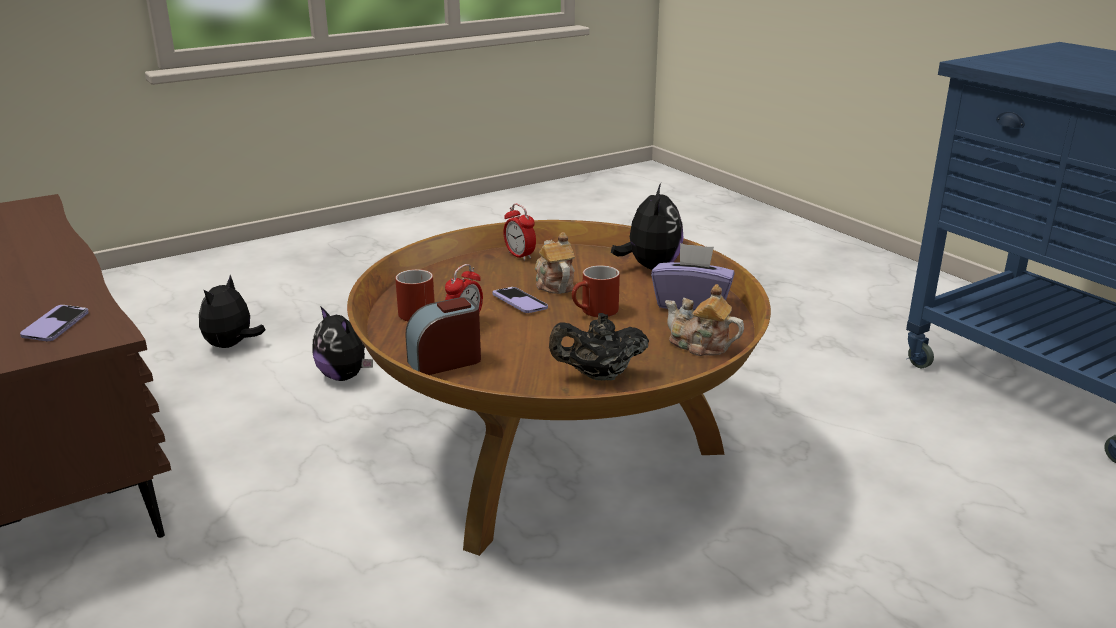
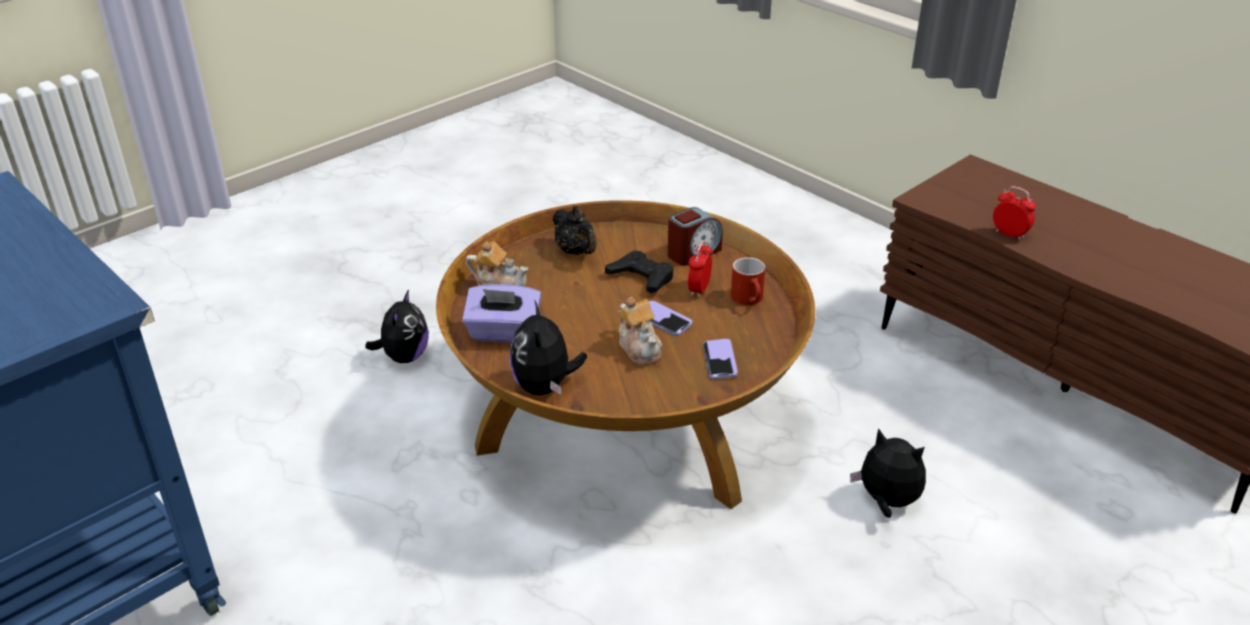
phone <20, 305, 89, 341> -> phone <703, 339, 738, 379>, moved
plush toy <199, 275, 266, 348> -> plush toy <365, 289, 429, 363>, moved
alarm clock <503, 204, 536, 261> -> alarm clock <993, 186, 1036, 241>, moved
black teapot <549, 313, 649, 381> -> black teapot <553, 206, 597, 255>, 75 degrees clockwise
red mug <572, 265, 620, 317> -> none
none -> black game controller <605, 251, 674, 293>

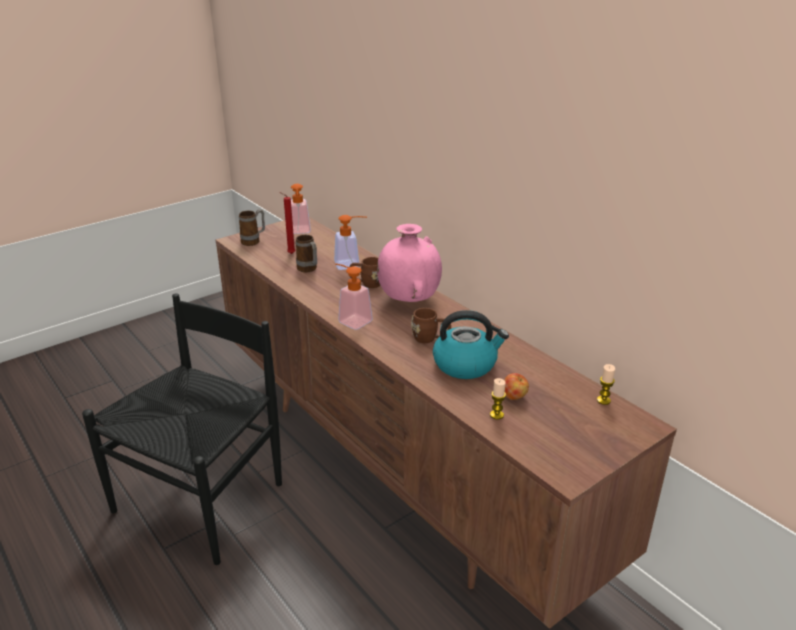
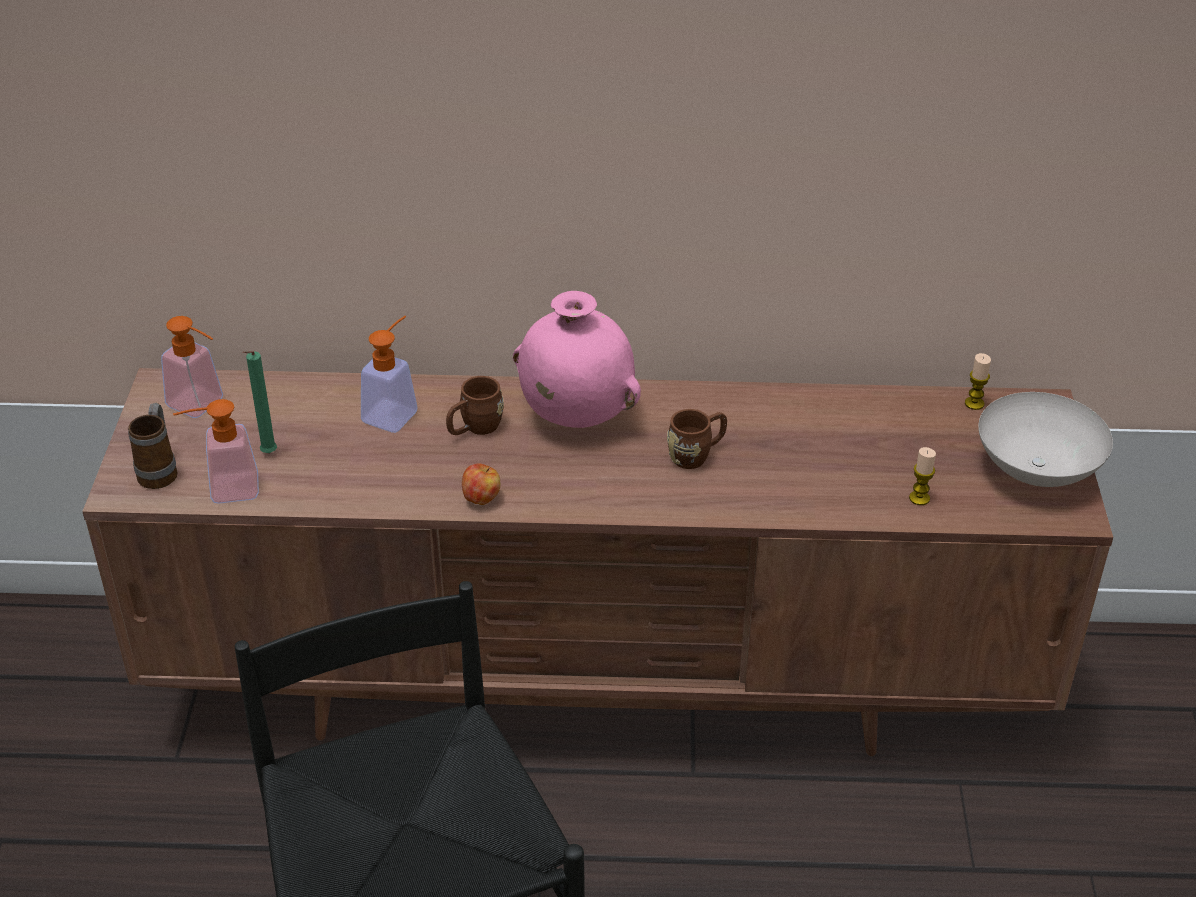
red candle <279, 192, 296, 254> -> green candle <243, 351, 277, 453>
mug <296, 235, 317, 272> -> none
soap dispenser <335, 263, 373, 330> -> soap dispenser <173, 399, 259, 504>, moved
kettle <433, 310, 509, 379> -> none
apple <504, 373, 529, 400> -> apple <462, 463, 500, 505>, moved
none -> white bowl <978, 392, 1113, 487>

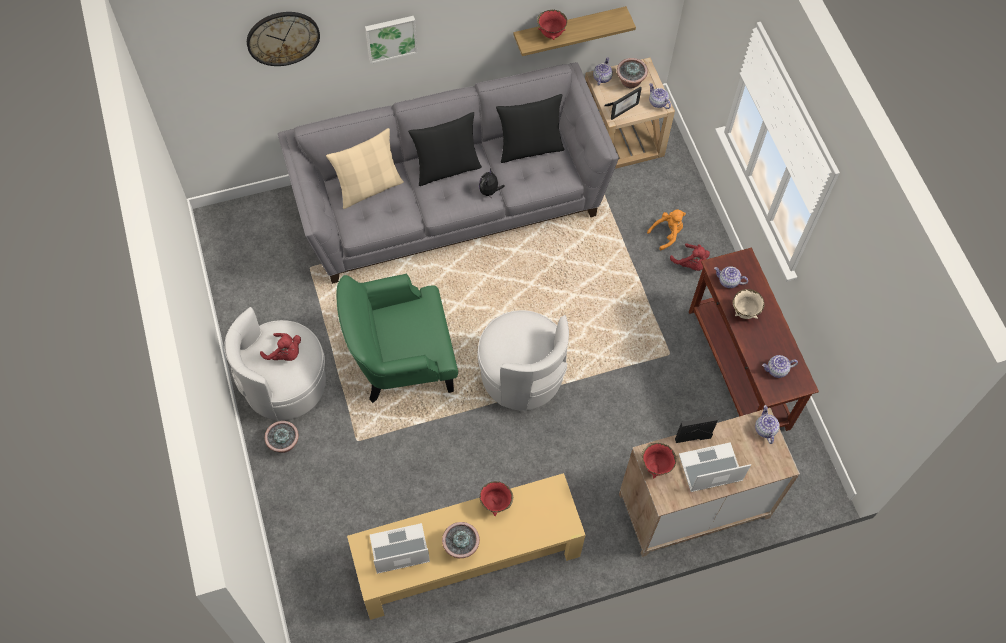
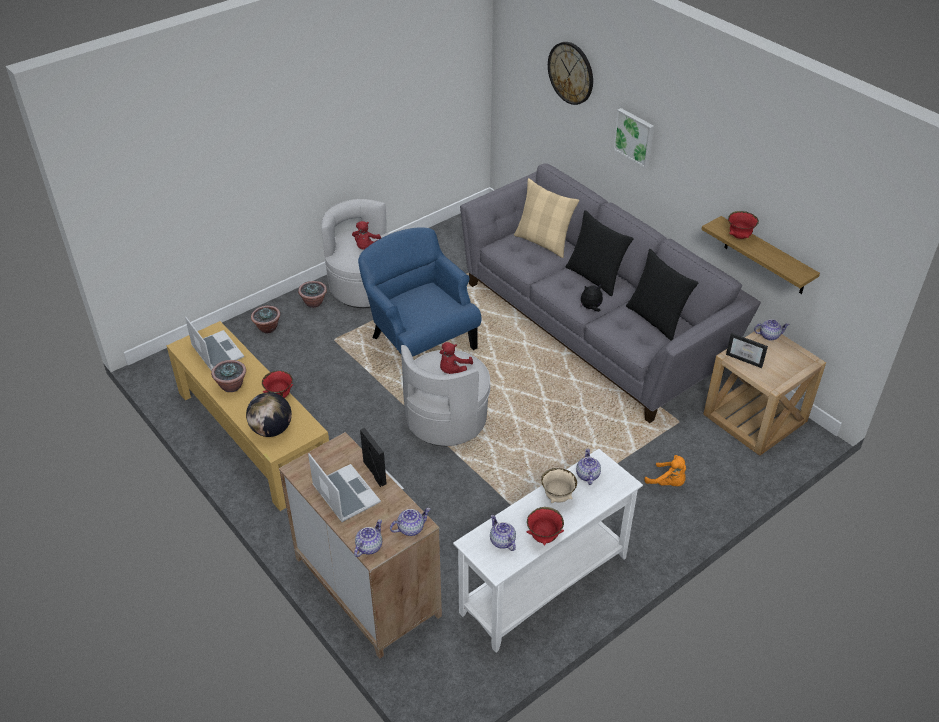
green armchair <337, 273, 458, 403> -> blue armchair <358, 227, 481, 357>
potted plant <617, 58, 648, 88> -> potted plant <251, 306, 280, 333>, moved
red bowl <642, 443, 677, 478> -> red bowl <526, 507, 564, 546>, moved
teapot <649, 83, 671, 109> -> teapot <354, 519, 382, 557>, moved
red plush toy <670, 244, 710, 271> -> red plush toy <440, 342, 473, 374>, moved
brown console table <689, 248, 819, 431> -> white console table <453, 449, 643, 653>
none -> globe <246, 392, 292, 437>

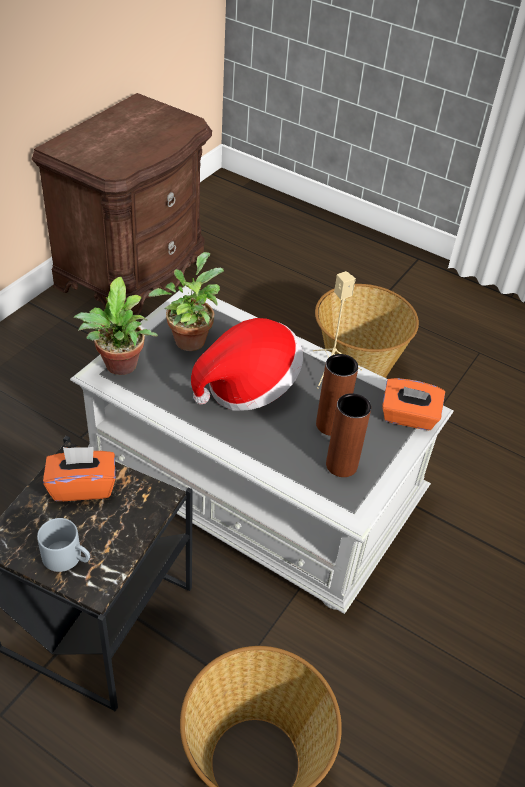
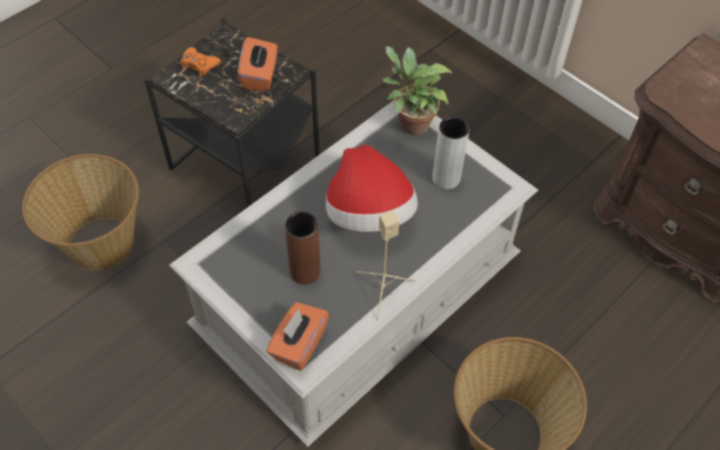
grey mug <37, 518, 90, 572> -> orange game controller <181, 47, 221, 77>
potted plant <149, 252, 224, 351> -> grey vase <432, 117, 470, 189>
brown vase <326, 393, 371, 477> -> none

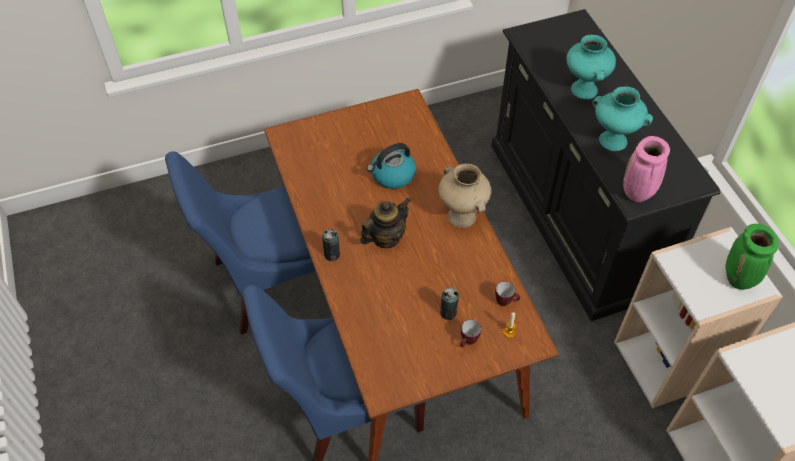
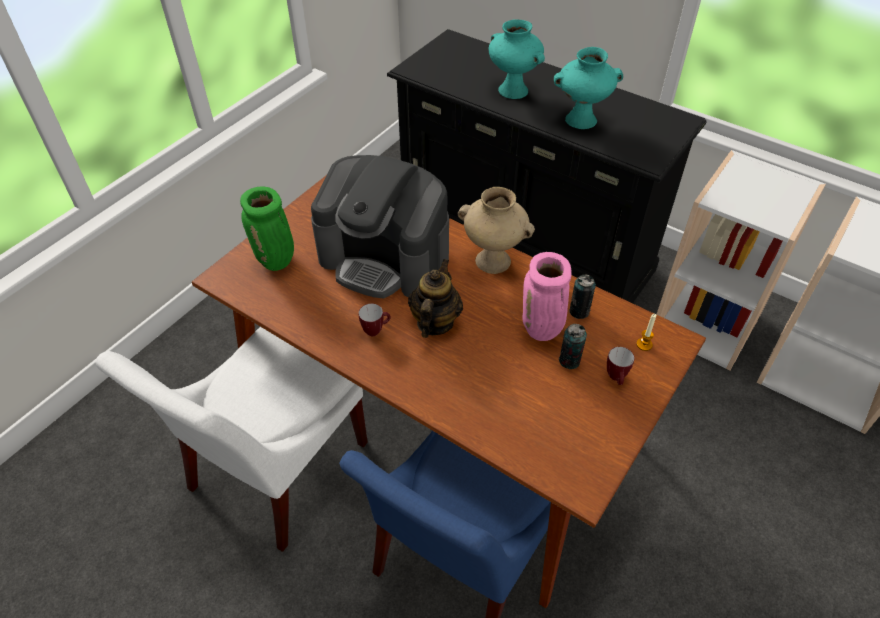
blue chair <165, 151, 315, 335> -> white chair <95, 327, 368, 552>
can <322, 229, 340, 261> -> can <569, 275, 596, 319>, moved
kettle <367, 143, 416, 189> -> coffee machine <311, 155, 449, 299>
mug <495, 281, 520, 306> -> mug <358, 303, 391, 336>, moved
pink vase <623, 136, 670, 202> -> pink vase <522, 252, 572, 341>, moved
green vase <725, 224, 778, 290> -> green vase <240, 187, 294, 271>, moved

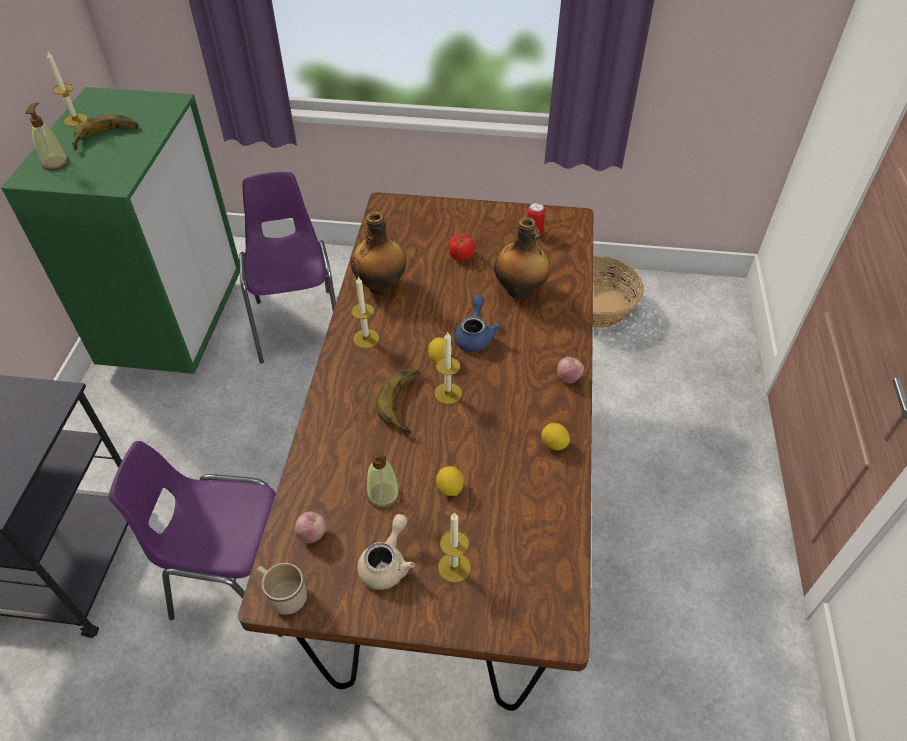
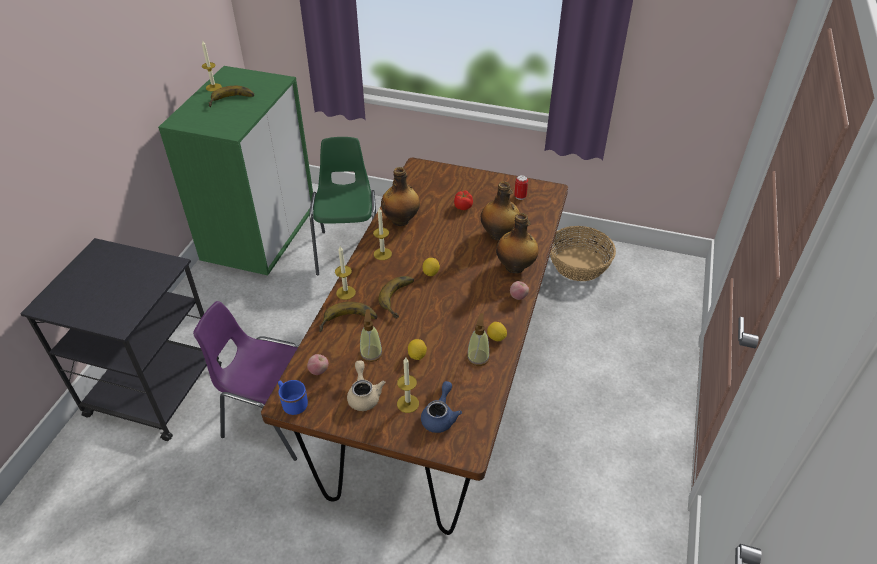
soap dispenser <25, 103, 69, 170> -> soap dispenser <467, 313, 490, 366>, moved
purple chair <239, 172, 336, 364> -> green chair <309, 137, 376, 275>
beige mug <257, 563, 307, 615> -> blue mug <278, 380, 308, 415>
beige teapot <357, 514, 415, 590> -> beige teapot <347, 360, 385, 411>, 45 degrees counterclockwise
candle <434, 331, 462, 404> -> candle <335, 246, 356, 300>, moved
blue teapot <454, 295, 502, 352> -> blue teapot <421, 381, 462, 433>, moved
none -> banana <319, 302, 378, 332>
none -> bottle <496, 213, 539, 274>

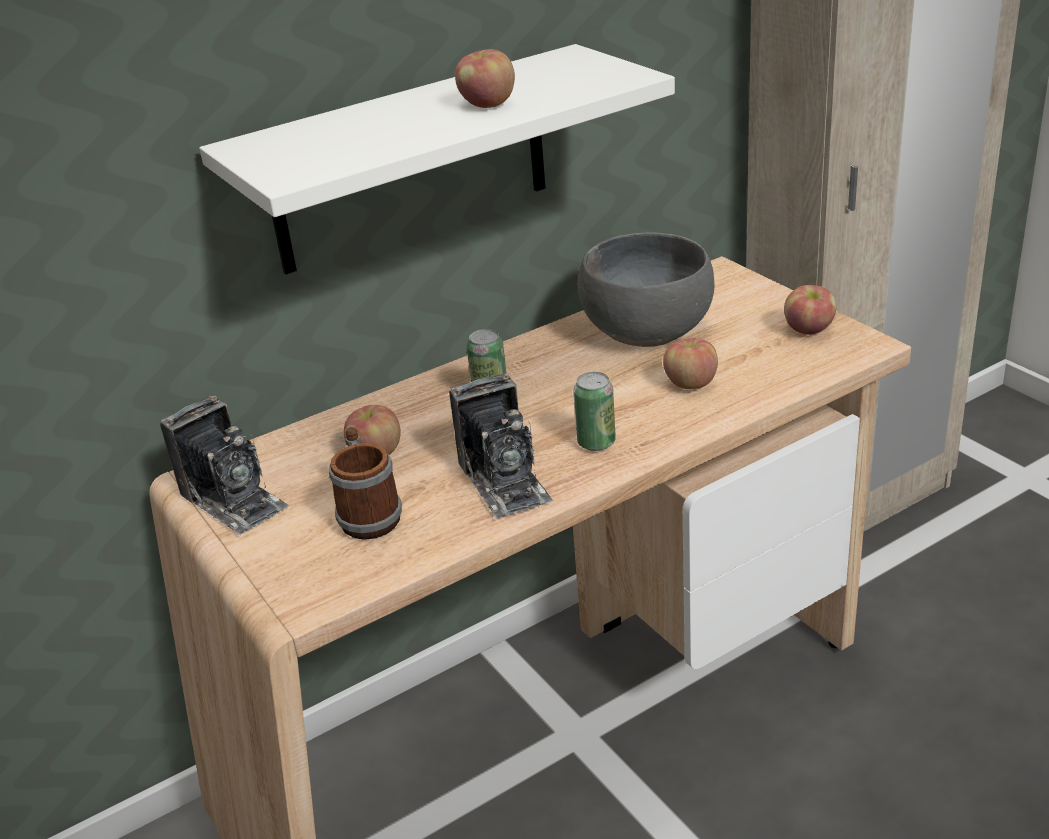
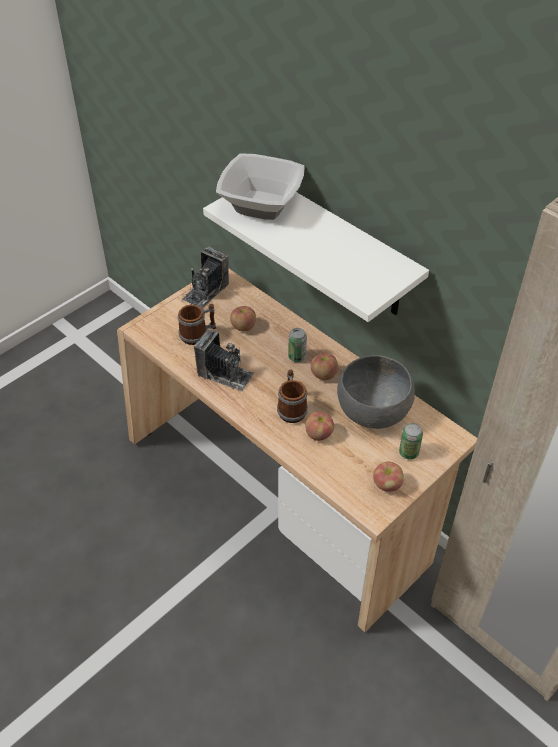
photo camera <449, 374, 553, 519> -> photo camera <194, 329, 254, 391>, 120 degrees counterclockwise
apple <455, 49, 515, 108> -> apple <311, 353, 338, 380>, moved
can <573, 372, 616, 451> -> can <399, 423, 423, 460>, moved
none -> bowl <216, 153, 305, 220>
none -> mug <277, 369, 308, 423>

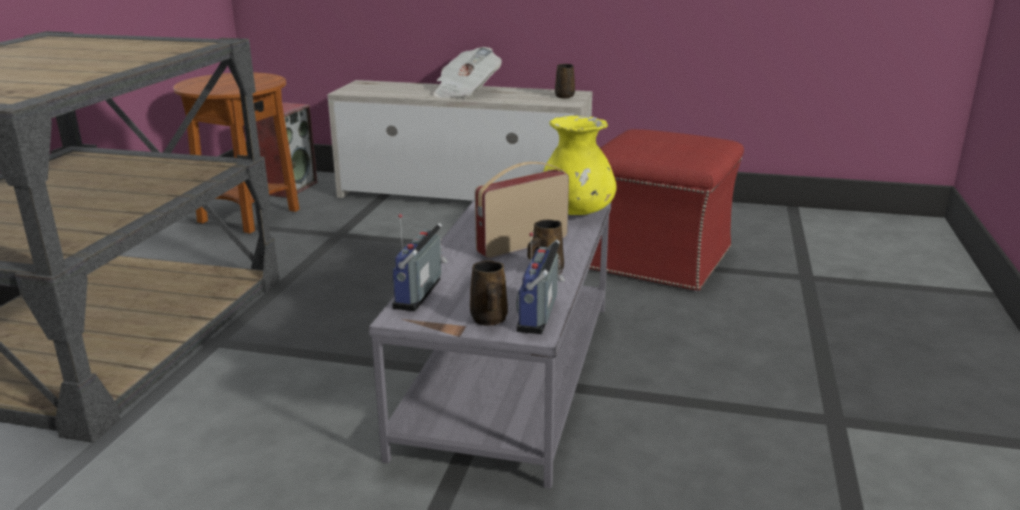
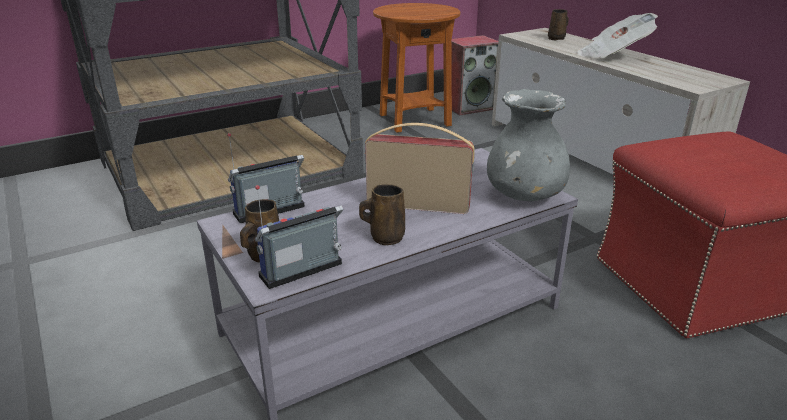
yellow vase <543, 116, 617, 215> -> grey vase <487, 89, 570, 201>
brown mug <555, 64, 575, 99> -> brown mug <548, 9, 569, 40>, moved

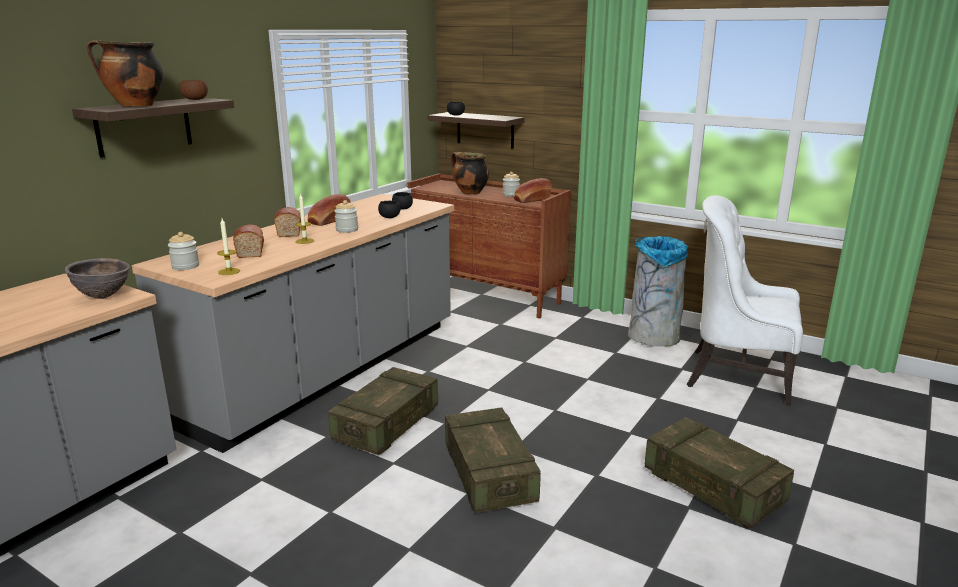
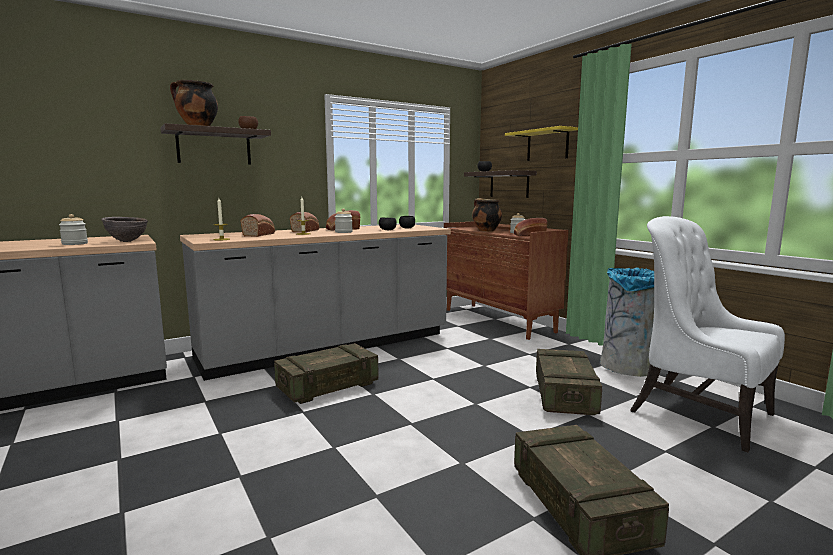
jar <168, 232, 199, 270> -> jar <59, 214, 88, 245>, moved
crate <445, 407, 541, 513> -> crate <536, 349, 602, 415>, moved
none -> yellow shelf <505, 126, 578, 161>

